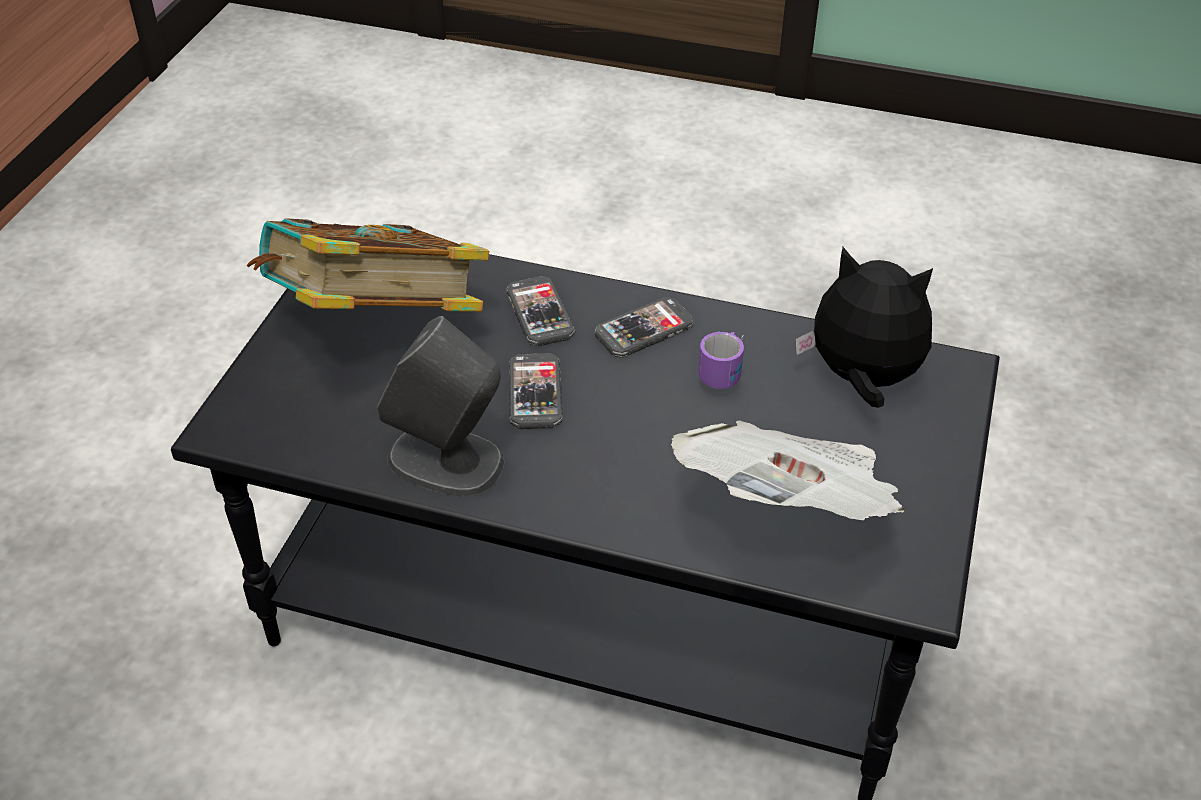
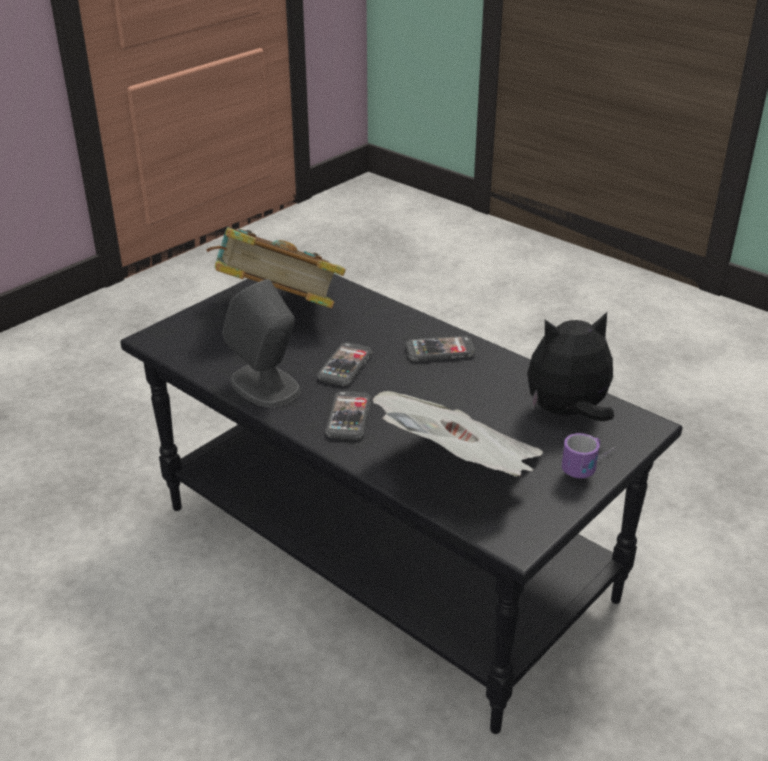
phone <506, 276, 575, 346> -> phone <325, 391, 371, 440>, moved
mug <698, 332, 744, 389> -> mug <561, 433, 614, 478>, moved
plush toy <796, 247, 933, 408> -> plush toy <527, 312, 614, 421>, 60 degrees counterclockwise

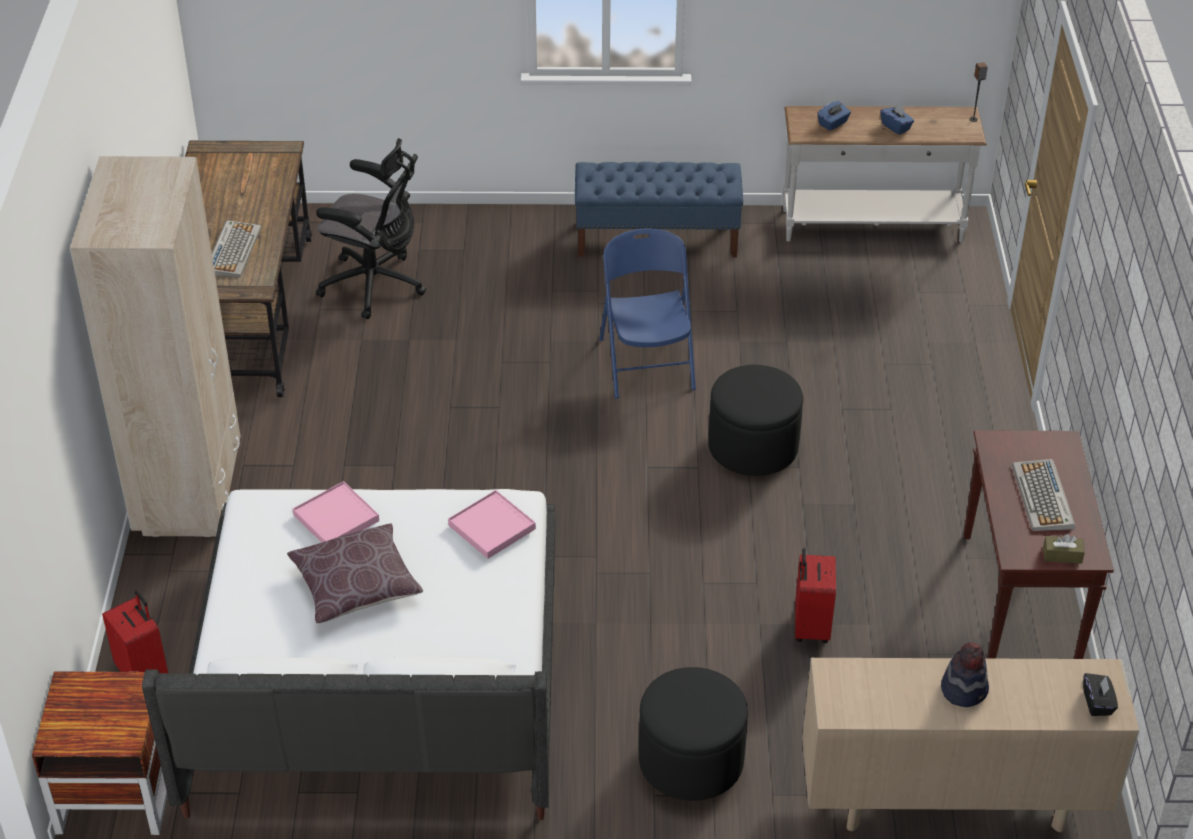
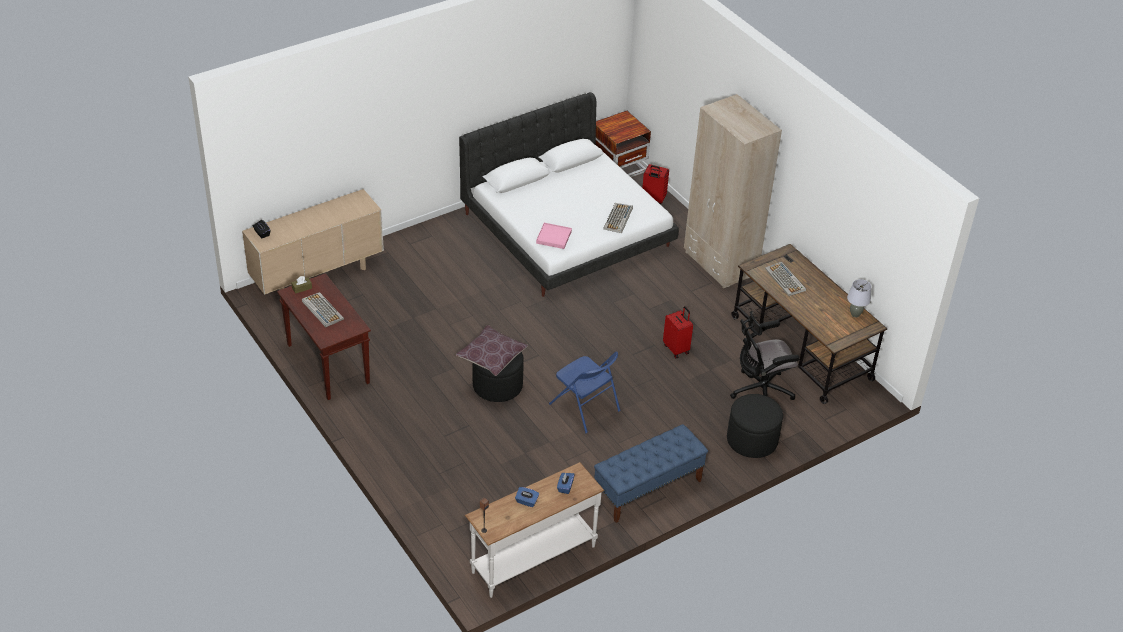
brown pillow <287, 524, 423, 624> -> brown pillow <456, 325, 528, 376>, moved
pink tray <293, 481, 379, 543> -> keyboard <603, 203, 633, 233>
black ottoman <639, 667, 748, 801> -> black ottoman <727, 394, 783, 458>, moved
red suitcase <795, 548, 836, 643> -> red suitcase <663, 306, 693, 358>, moved
hat <941, 642, 989, 707> -> none
none -> grey table lamp <847, 279, 871, 317>

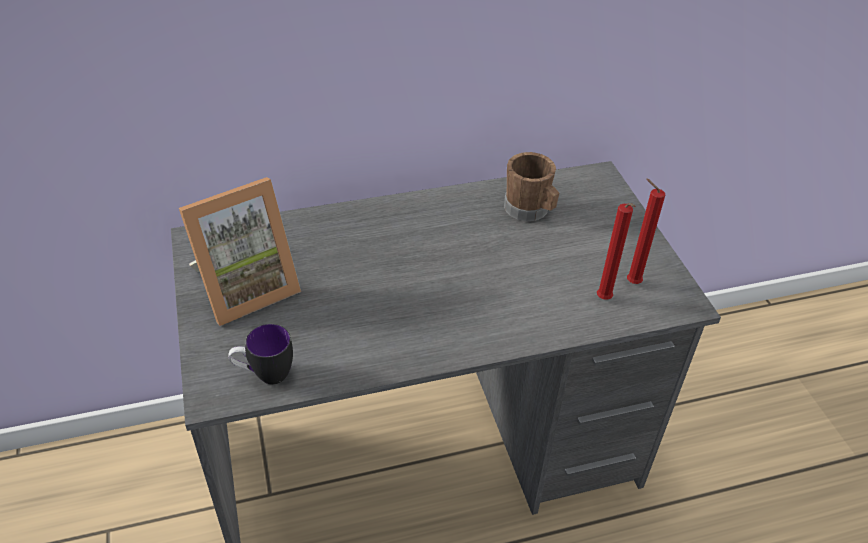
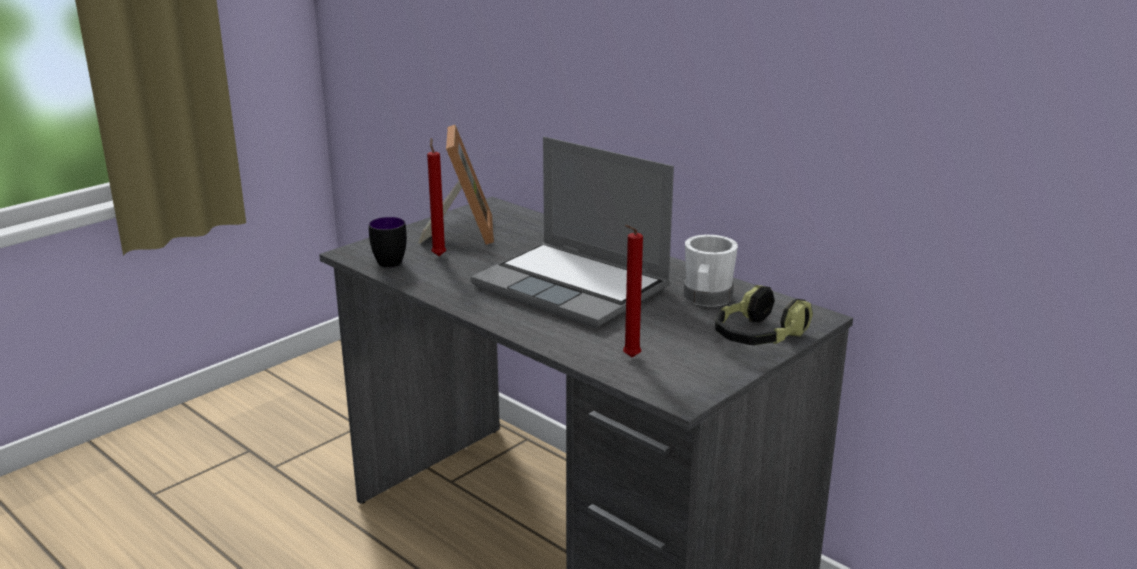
picture frame <179, 177, 301, 326> -> picture frame <418, 125, 494, 245>, 120 degrees counterclockwise
brown mug <504, 152, 560, 221> -> white mug <684, 235, 738, 307>
red candle <627, 178, 665, 284> -> red candle <427, 138, 446, 256>, moved
none -> laptop <471, 137, 674, 328>
none -> headphones <715, 285, 813, 345>

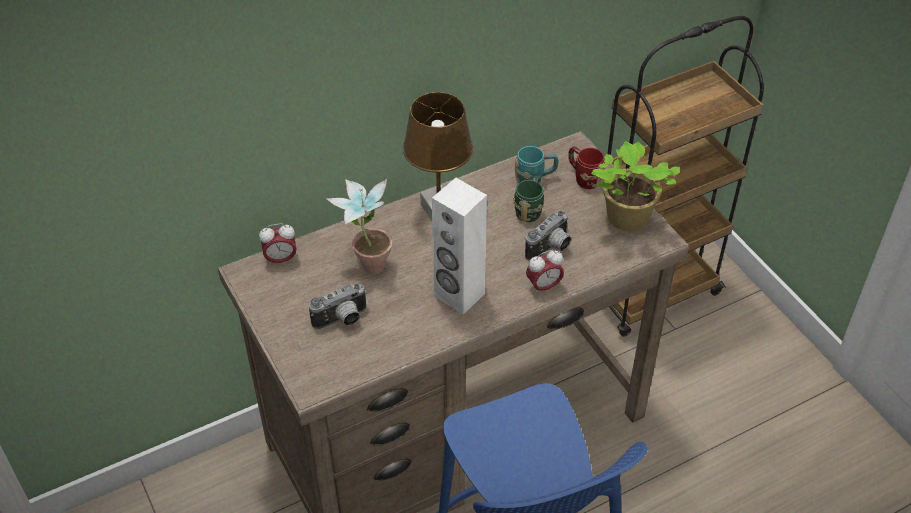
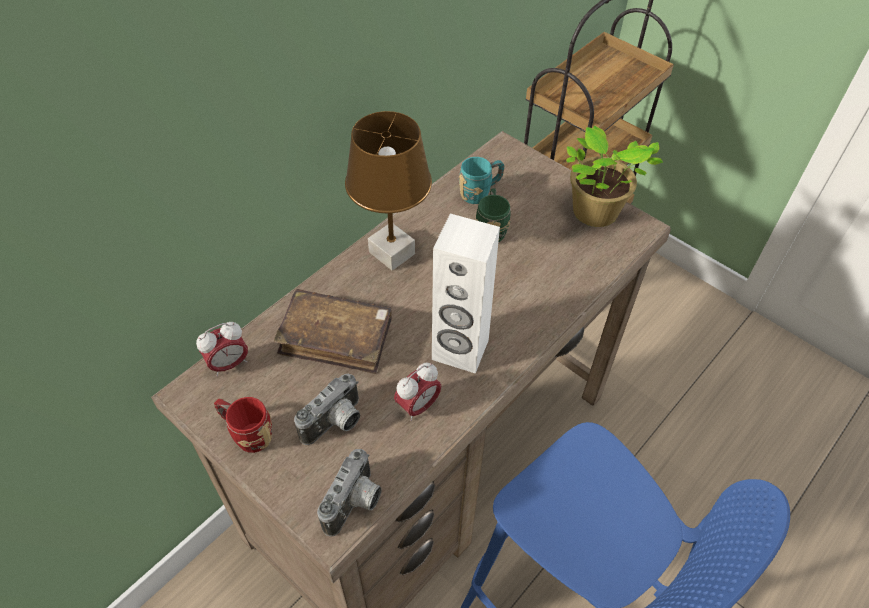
potted plant <326, 179, 392, 274> -> brown book <274, 289, 392, 374>
photo camera <525, 211, 571, 261> -> photo camera <317, 449, 382, 537>, moved
alarm clock <526, 250, 564, 295> -> alarm clock <394, 363, 442, 421>, moved
red mug <568, 146, 605, 189> -> red mug <214, 397, 272, 453>, moved

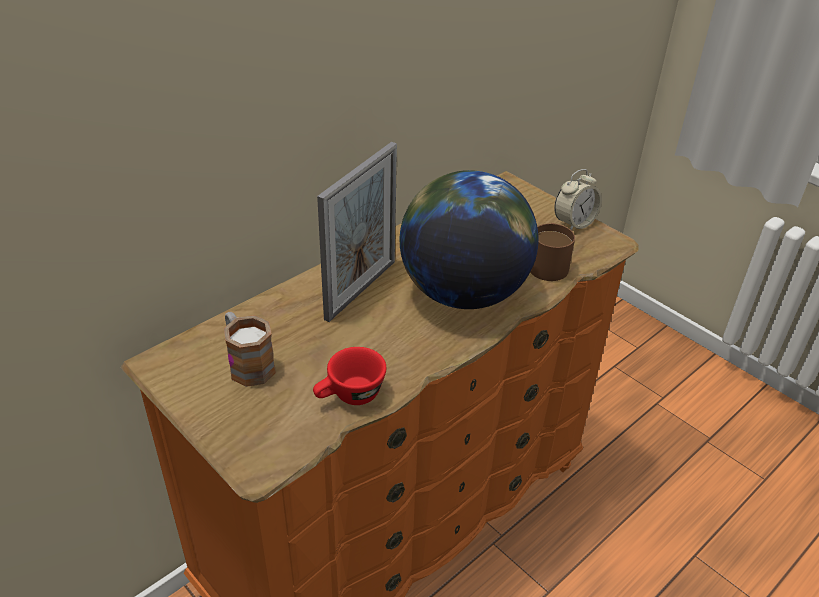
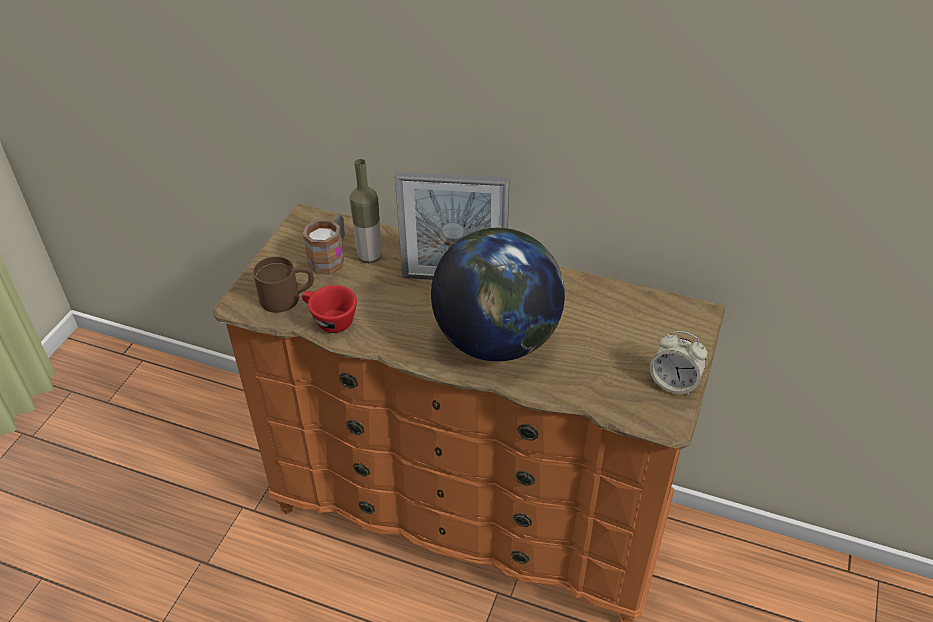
brown mug <530, 223, 575, 281> -> brown mug <253, 256, 314, 313>, moved
none -> bottle <349, 159, 382, 263>

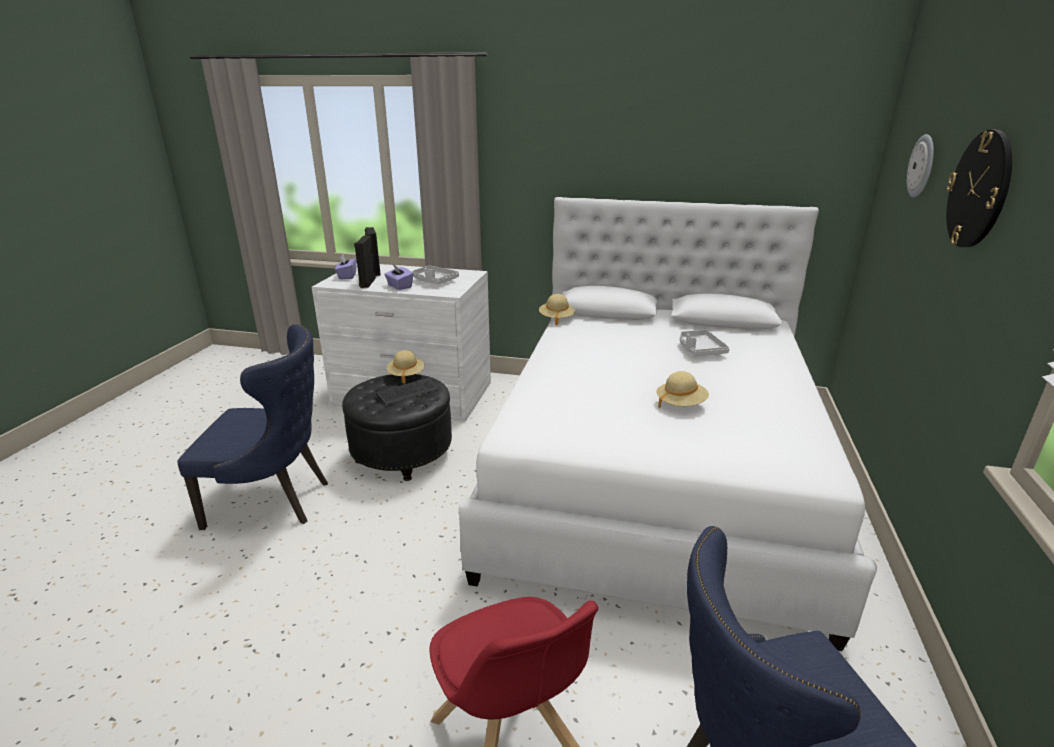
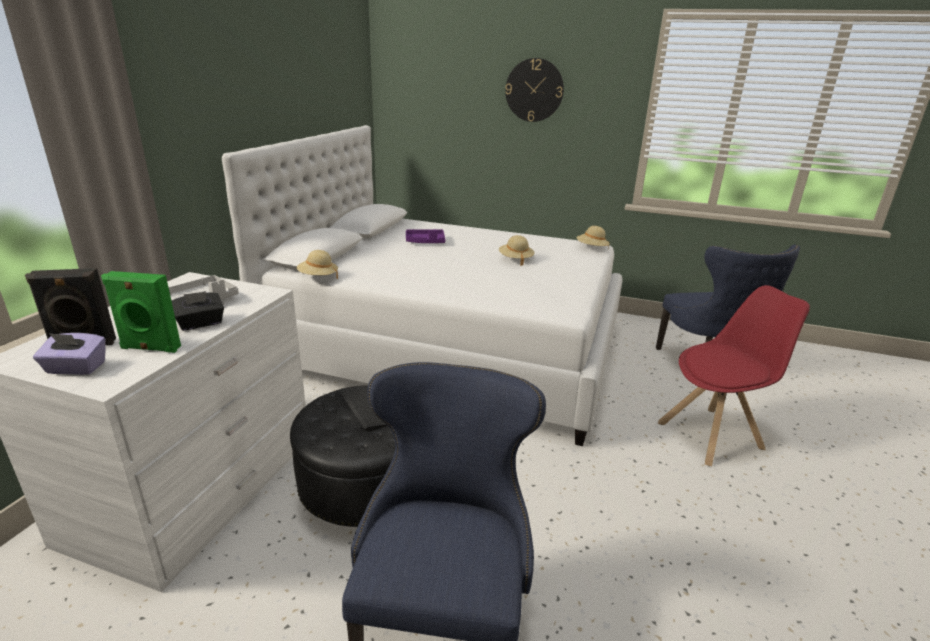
black speaker <354, 235, 376, 288> -> green speaker <101, 271, 181, 353>
purple tissue box <384, 265, 413, 290> -> black tissue box <172, 291, 224, 331>
beige hat <386, 350, 425, 384> -> beige hat <576, 226, 610, 249>, moved
grey tray <680, 330, 730, 356> -> purple tray <406, 229, 445, 243>
wall clock <907, 134, 934, 198> -> none

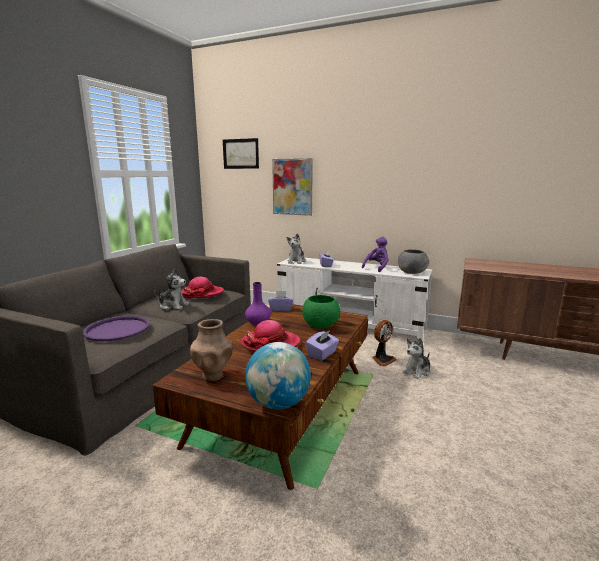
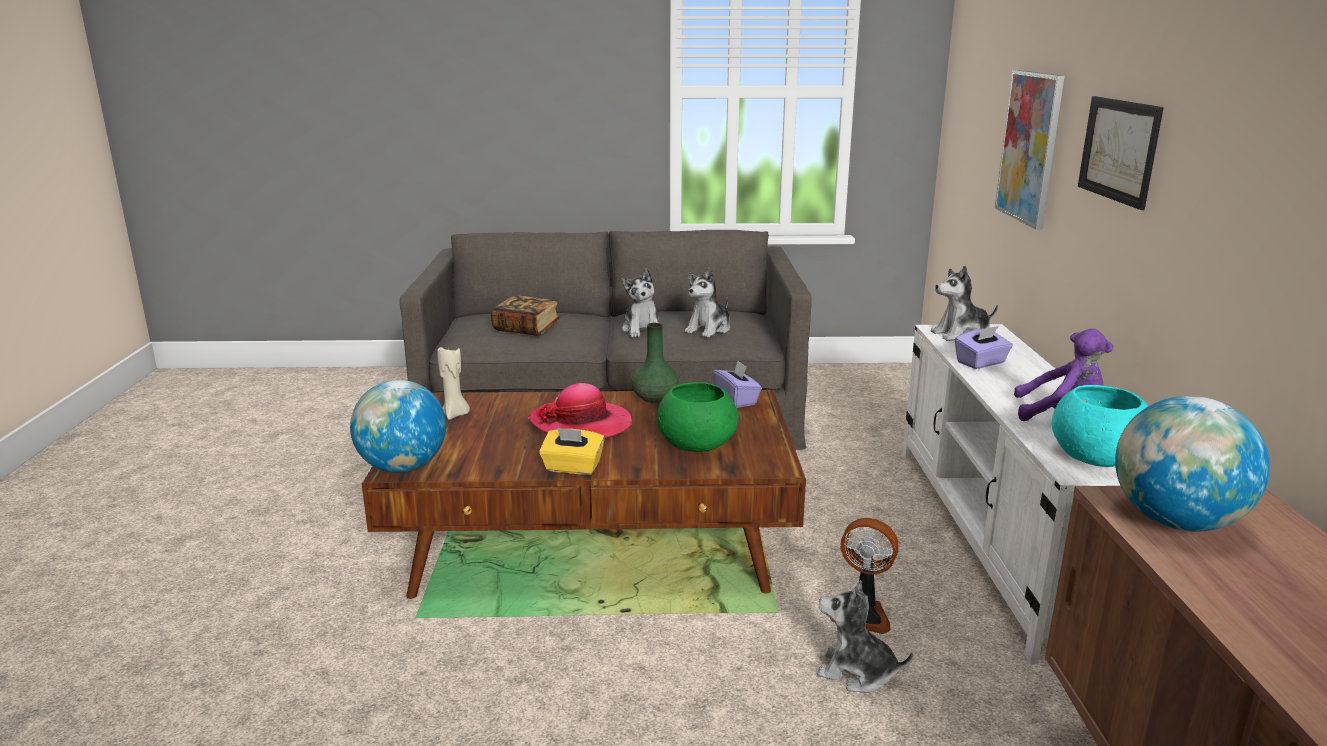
purple tray <83, 316, 150, 341> -> book <491, 295, 561, 336>
hat <181, 277, 224, 299> -> plush toy <685, 268, 730, 337>
brown vase <190, 319, 233, 382> -> beige candle <437, 346, 470, 420>
picture <223, 138, 259, 169> -> picture <1078, 96, 1164, 210>, moved
purple vase <245, 282, 271, 325> -> green vase <631, 323, 679, 403>
purple tissue box <306, 330, 339, 361> -> yellow tissue box <539, 427, 605, 475>
grey bowl <398, 249, 429, 274> -> turquoise bowl <1052, 385, 1148, 467>
none -> globe <1115, 396, 1270, 532>

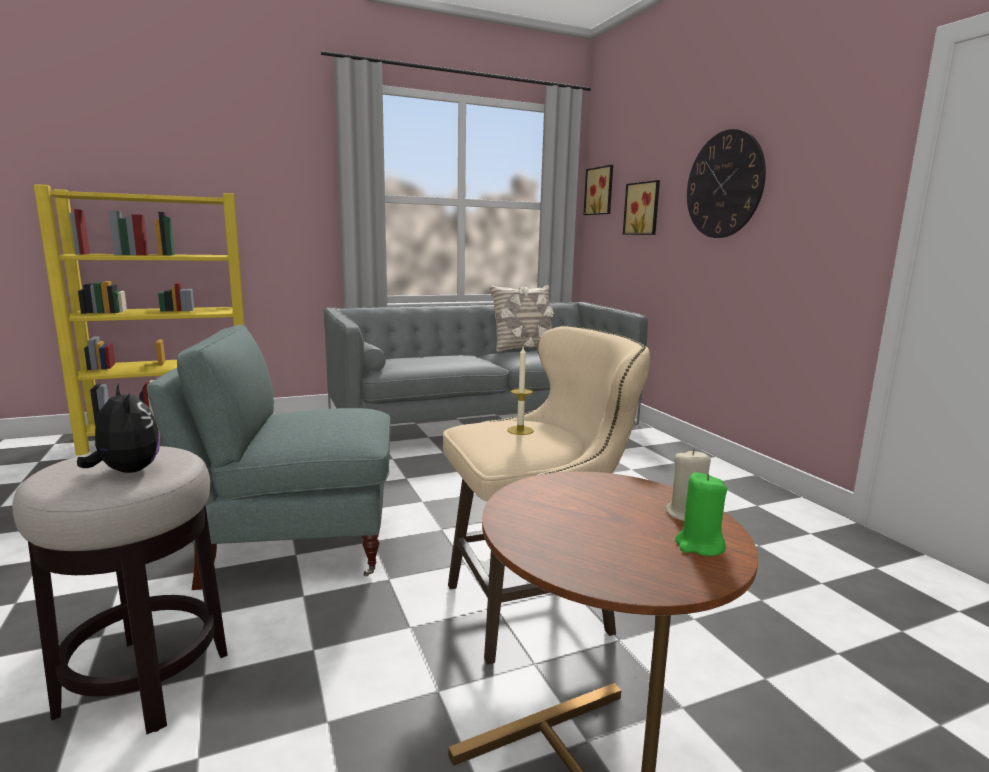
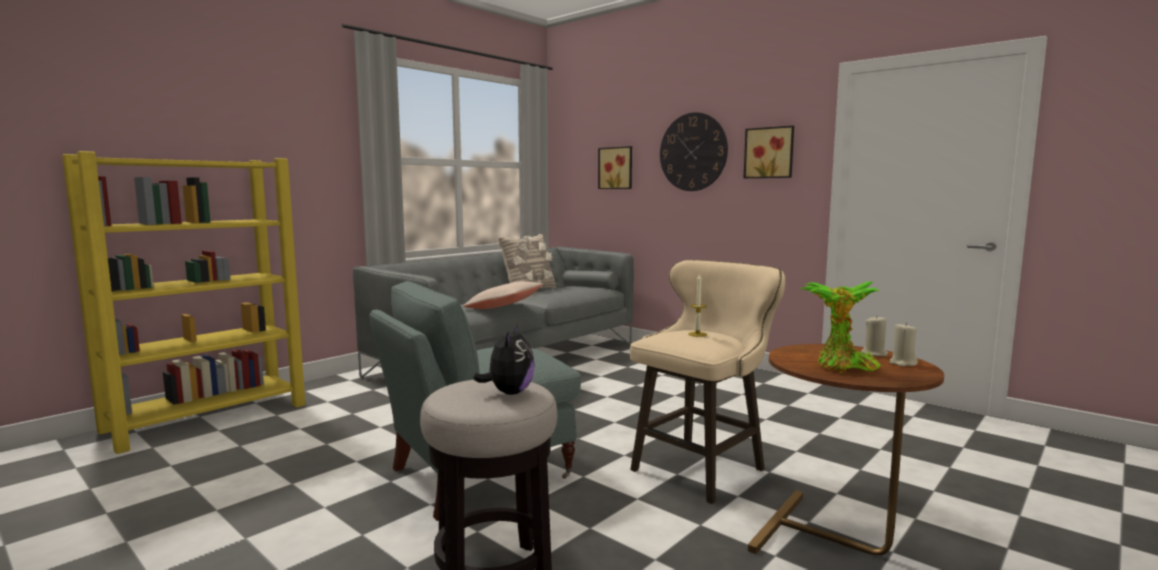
plush toy <77, 384, 160, 473> -> plush toy <473, 323, 535, 395>, 75 degrees clockwise
picture <584, 165, 613, 215> -> picture <744, 126, 794, 178>, moved
green candle <675, 472, 727, 556> -> beige candle <890, 322, 918, 367>
none -> beige pillow <463, 281, 543, 309>
none -> potted plant <801, 282, 881, 373>

